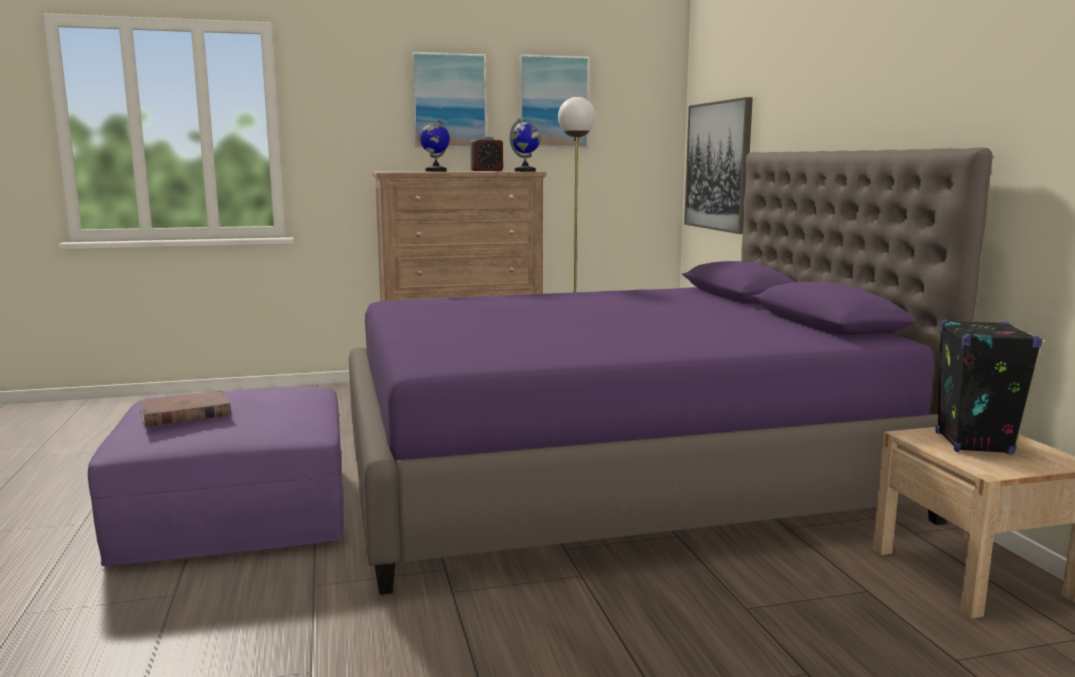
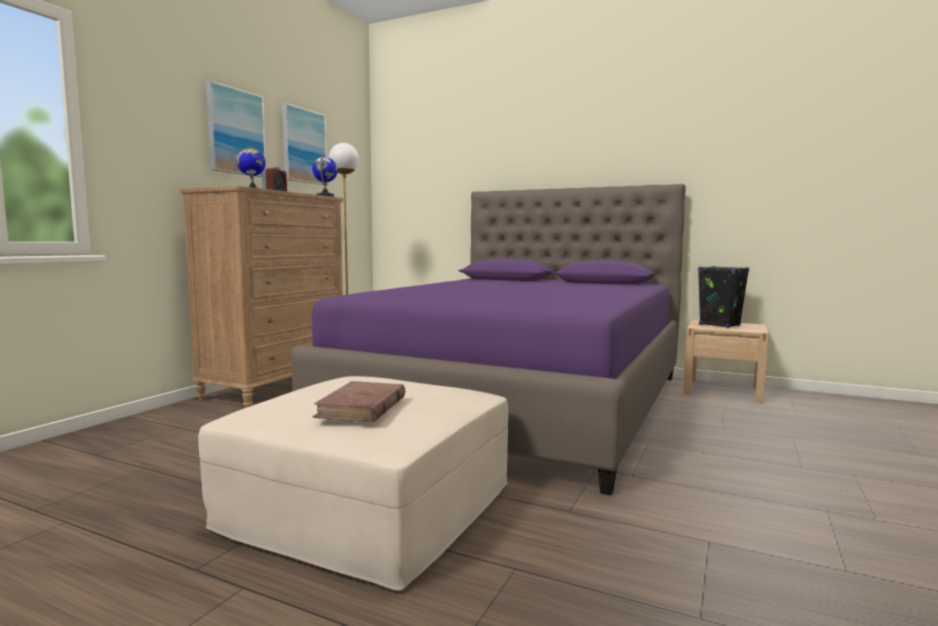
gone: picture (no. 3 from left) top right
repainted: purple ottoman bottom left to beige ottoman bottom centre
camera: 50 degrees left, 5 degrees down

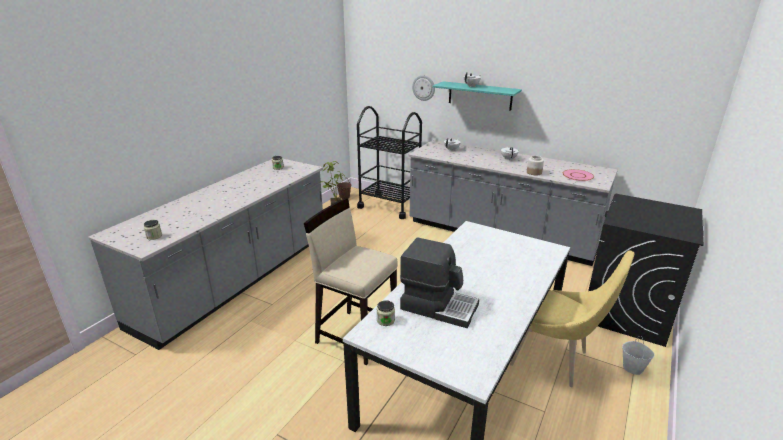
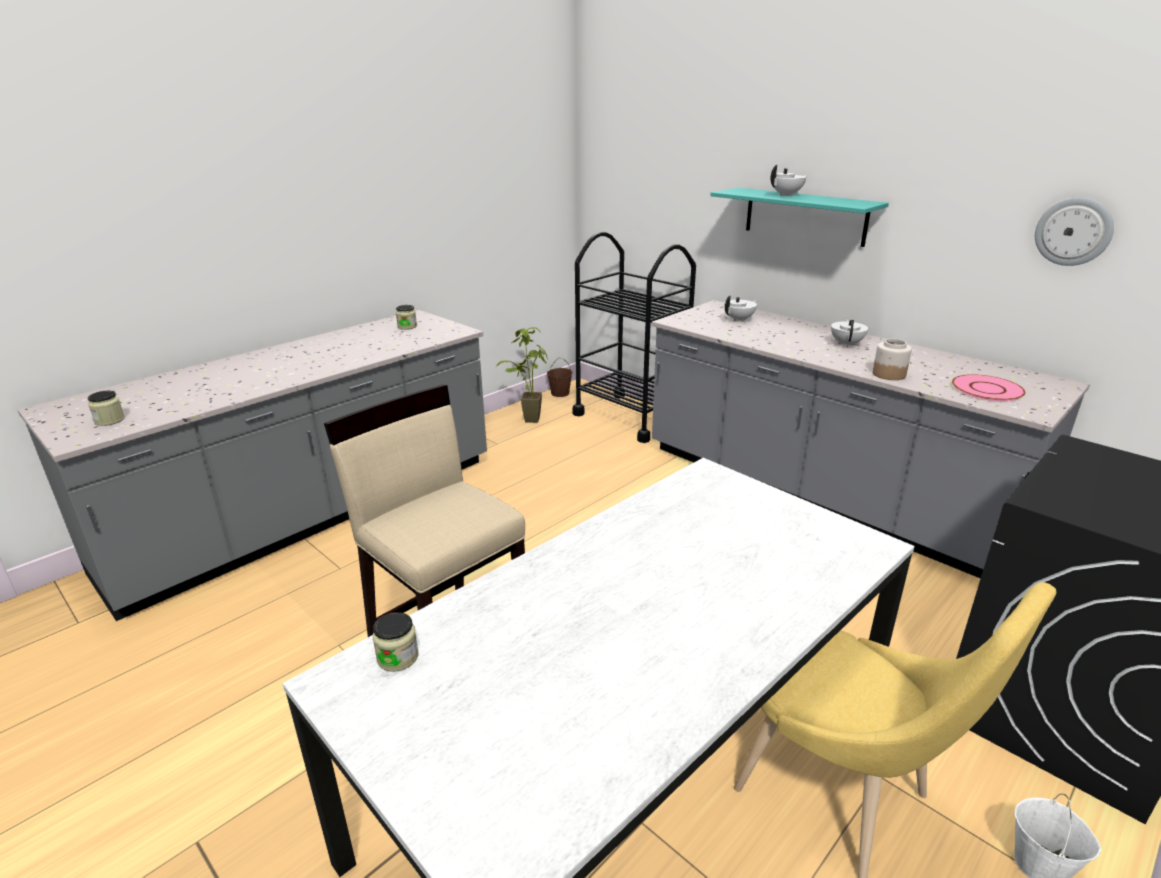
gone: coffee machine centre
shifted: wall clock top centre to top right
camera: 15 degrees right, 0 degrees up

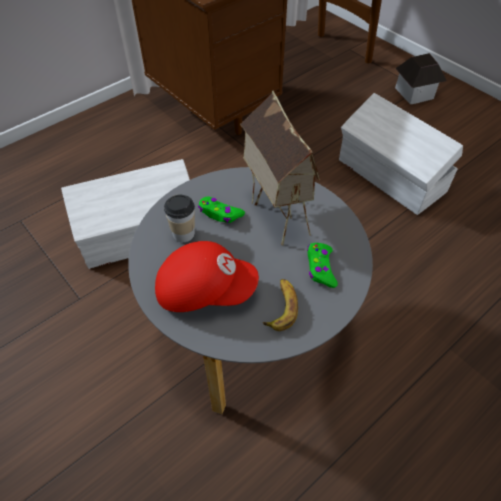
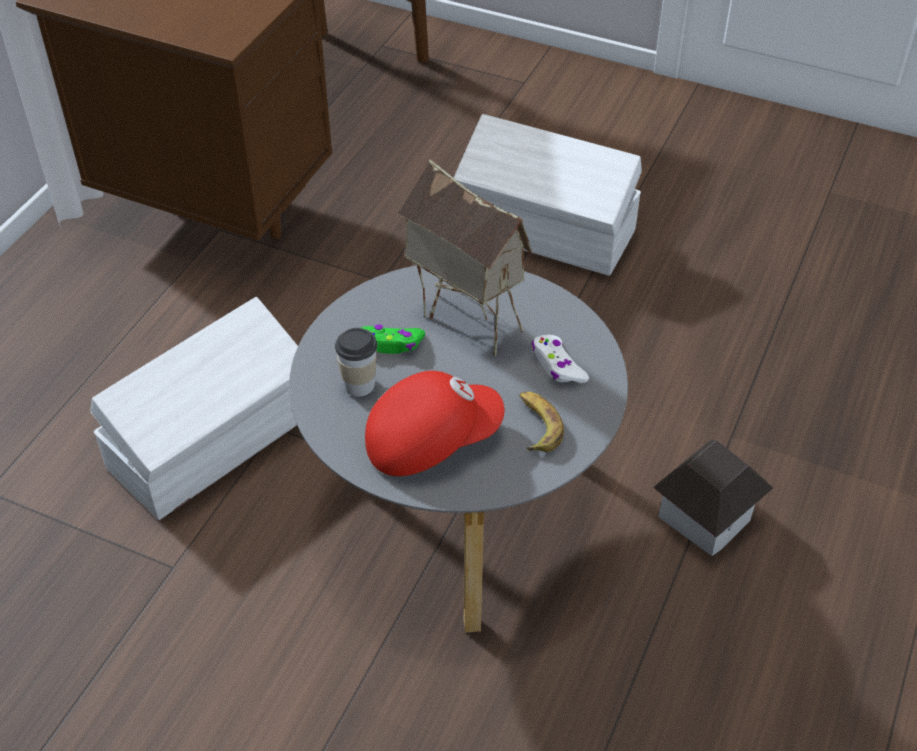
shifted: toy house (no. 2 from left) top right to middle right
repainted: green game controller (no. 2 from left) centre to white game controller centre
camera: 25 degrees left, 5 degrees down

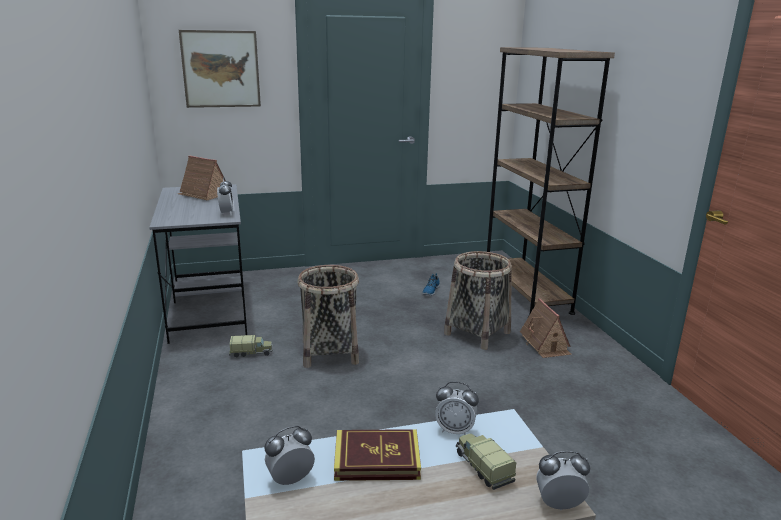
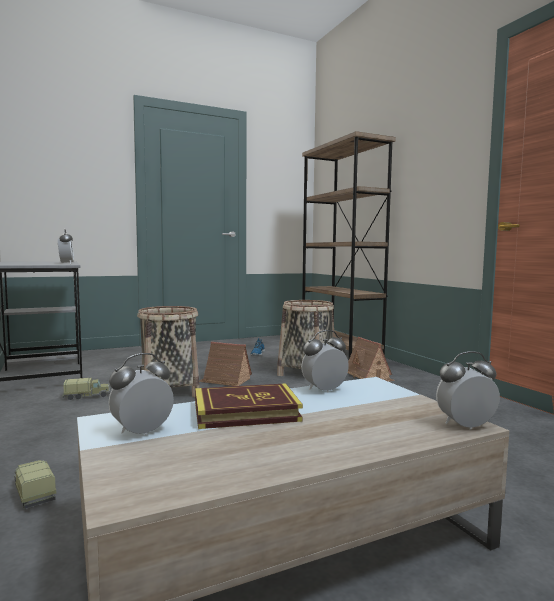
gone: picture top left
shifted: toy house (no. 1 from left) middle left to centre; toy truck (no. 2 from left in the first image) bottom centre to toy truck (no. 1 from left) bottom left
rotated: alarm clock (no. 3 from left) bottom centre = centre 150 degrees clockwise
camera: 10 degrees left, 15 degrees down

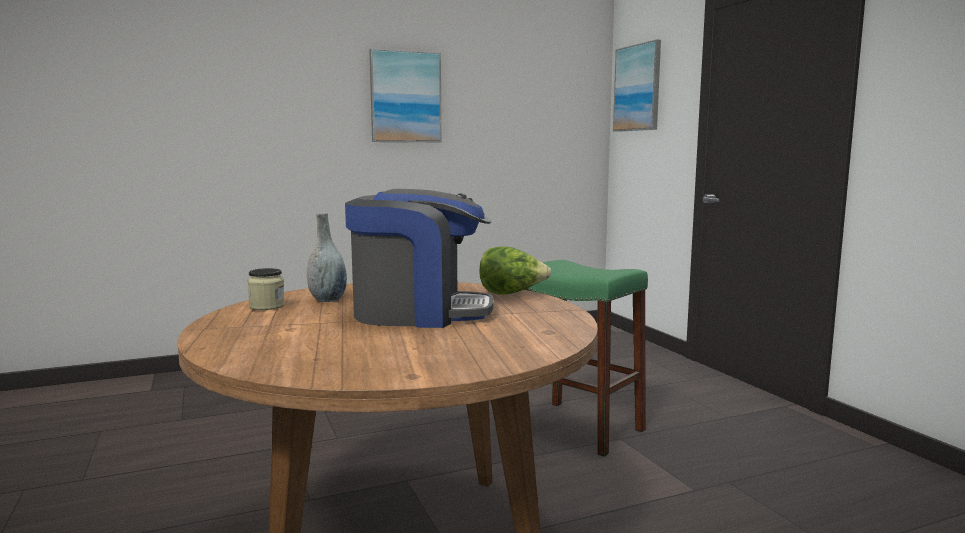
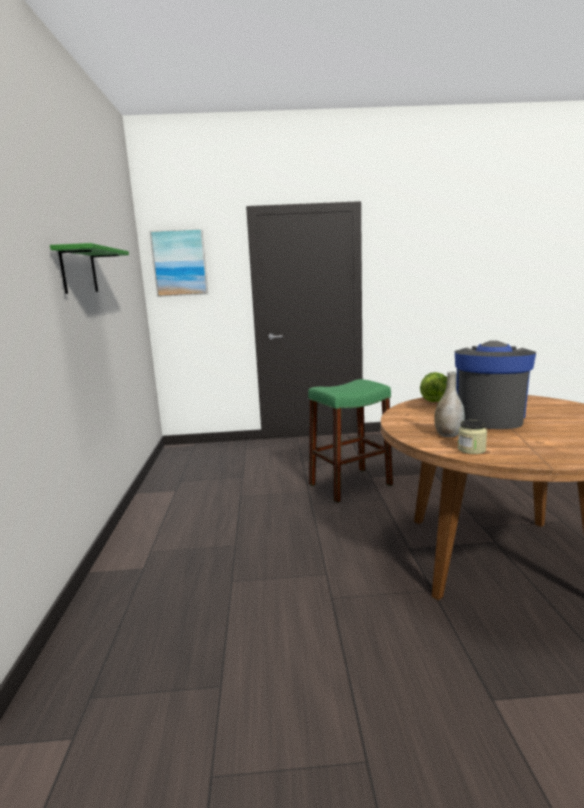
swapped: picture (no. 1 from left) top centre to green shelf top left
camera: 70 degrees left, 5 degrees up

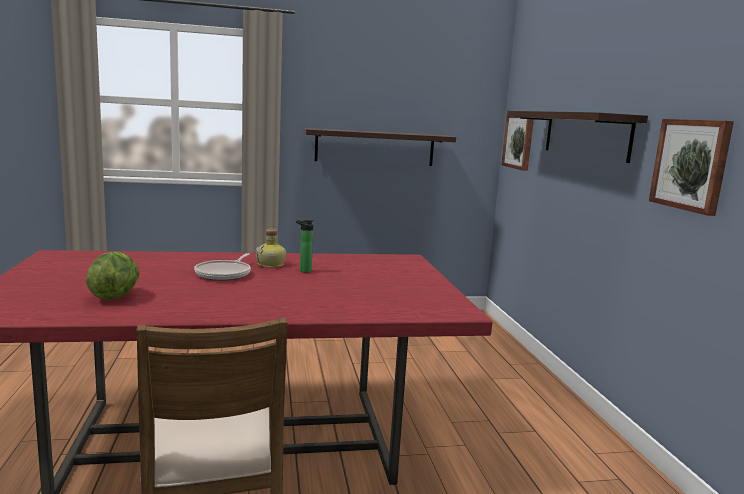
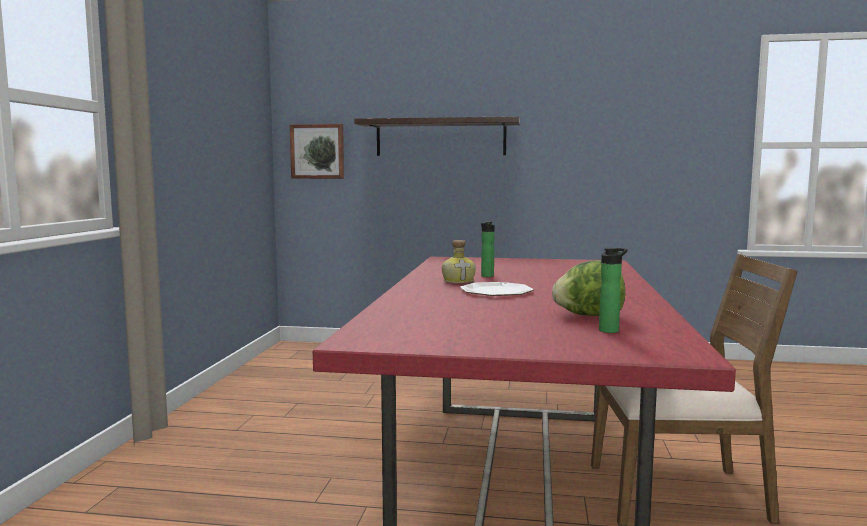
gone: picture (no. 2 from left) middle right; shelf (no. 1 from left) top centre
new: bottle (no. 3 from left) middle right
swapped: frying pan middle left to plate centre
camera: 70 degrees left, 5 degrees down

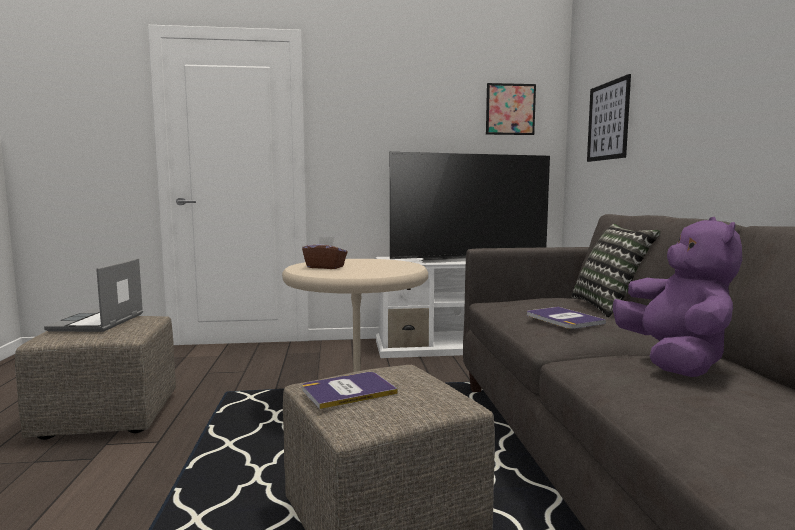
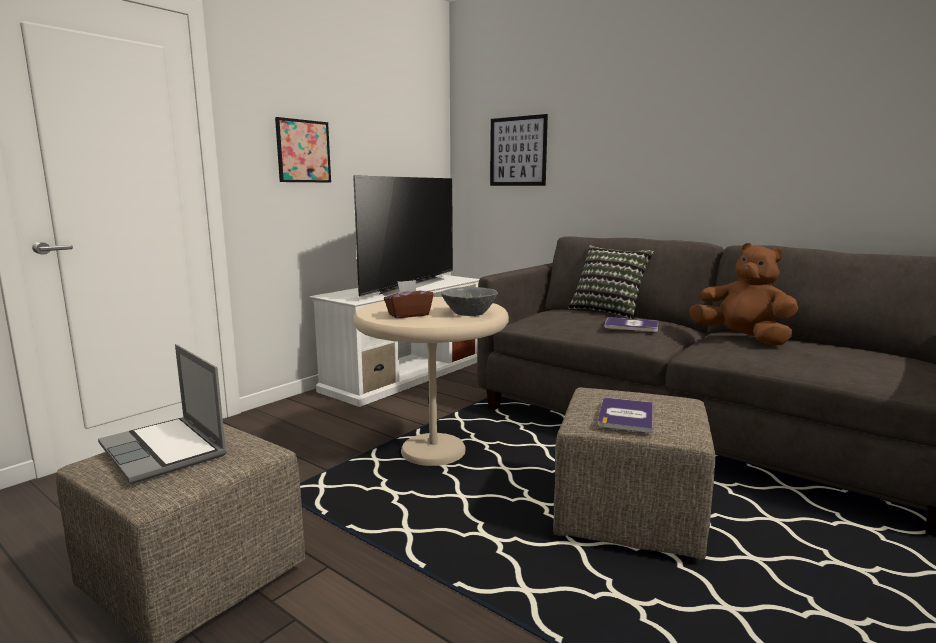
new: grey bowl centre
shifted: picture (no. 1 from left) top centre to top left
repainted: purple plush toy middle right to brown plush toy middle right
camera: 45 degrees left, 5 degrees up

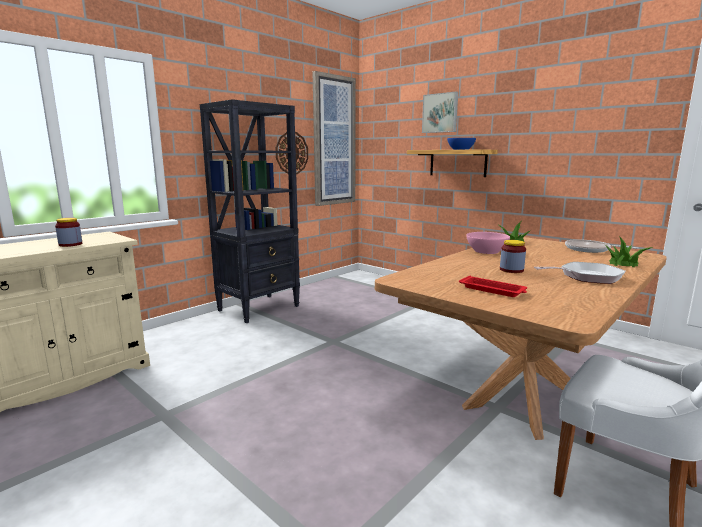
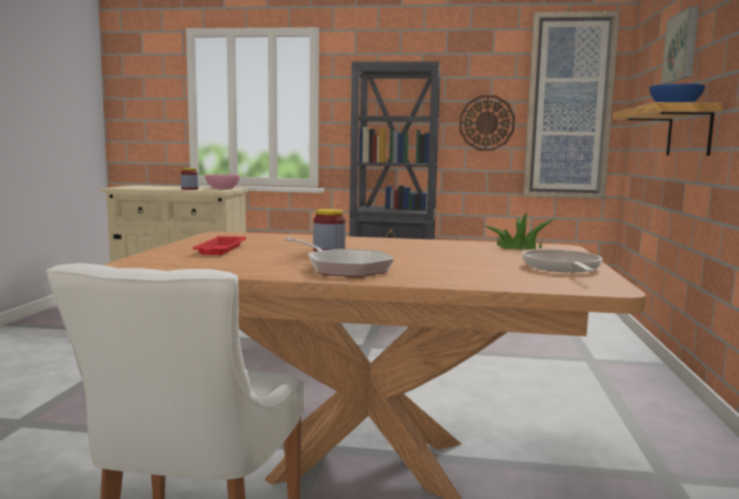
gone: potted plant (no. 2 from left) middle right
shifted: pink bowl middle right to middle left
camera: 55 degrees right, 5 degrees down

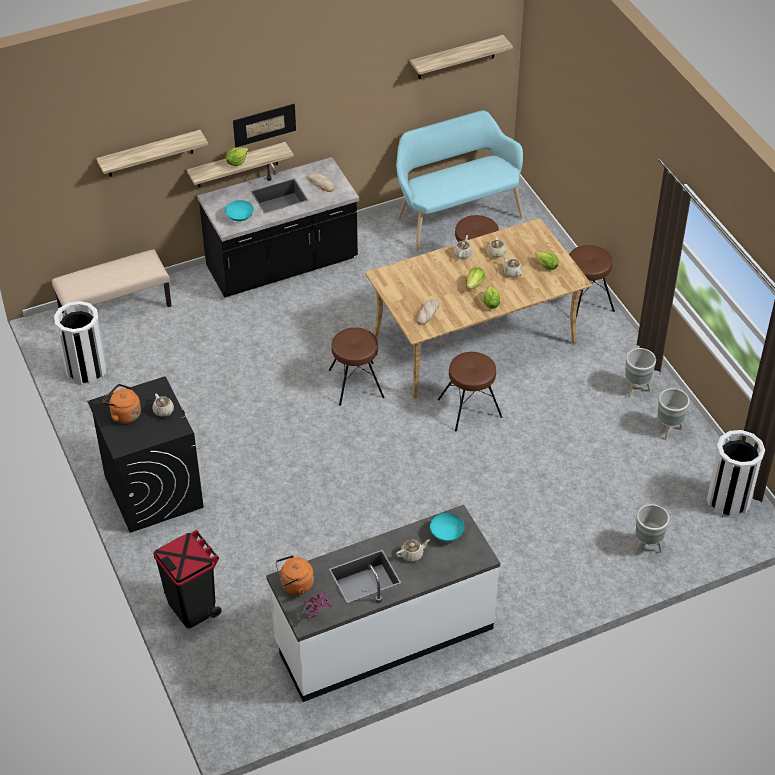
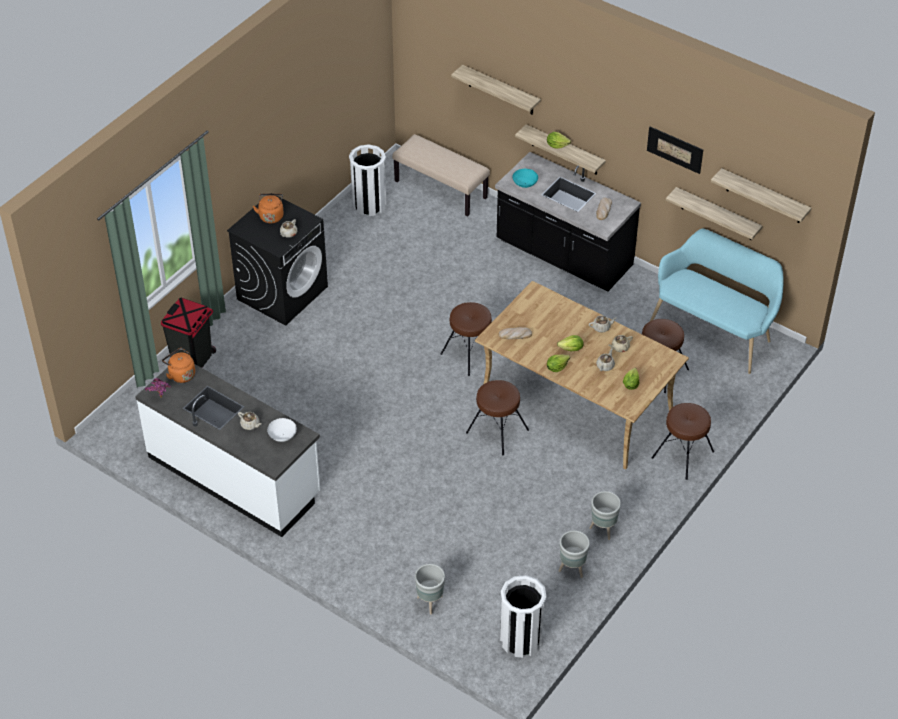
new: shelf (no. 3 from left) top right
shifted: picture top centre to top right
repainted: turquoise bowl (no. 2 from left) bottom centre to white bowl middle left
camera: 60 degrees right, 0 degrees up

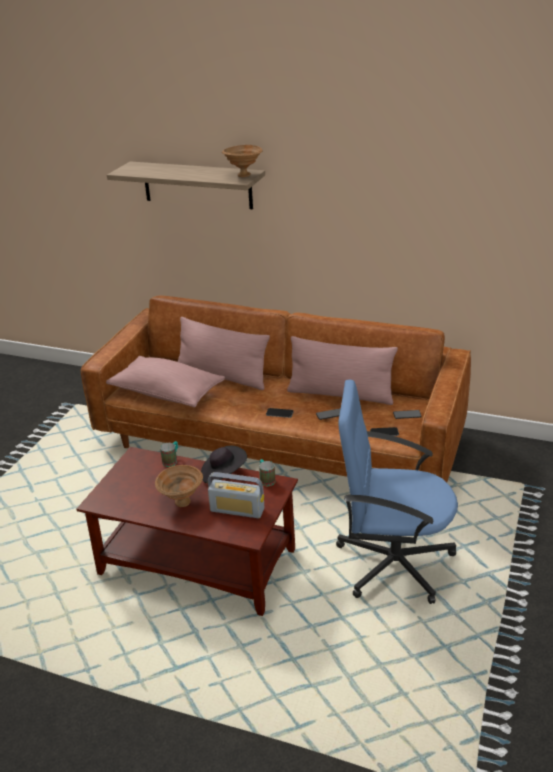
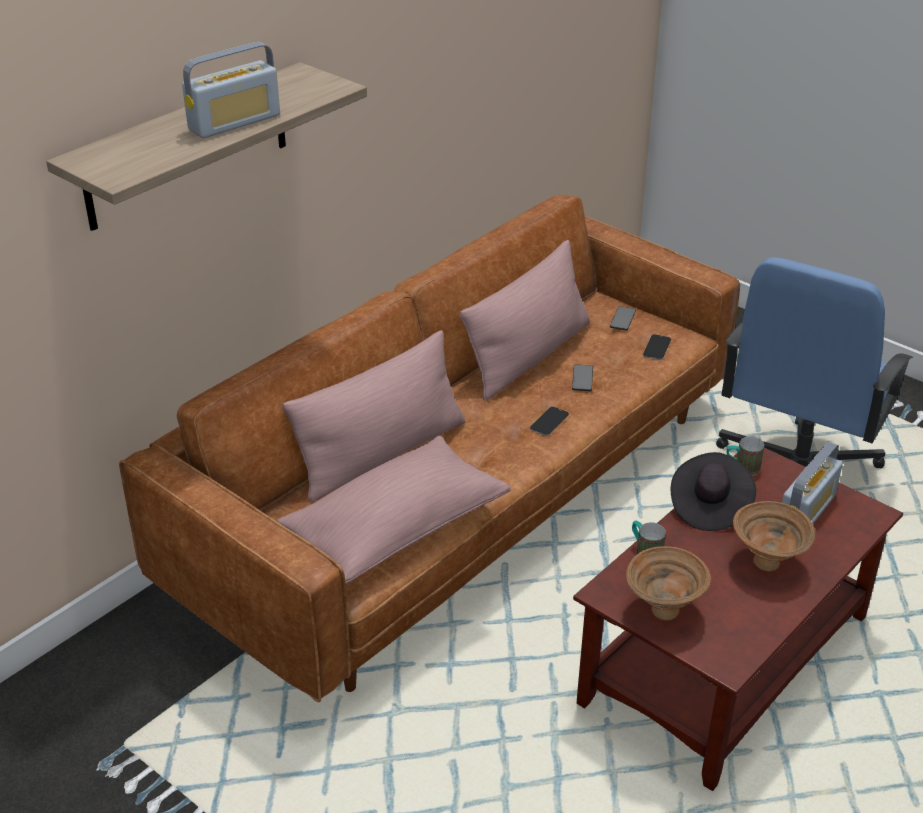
new: radio (no. 1 from left) top left
shifted: brown bowl (no. 2 from left in the first image) top centre to brown bowl (no. 1 from left) bottom right
camera: 70 degrees left, 5 degrees up

